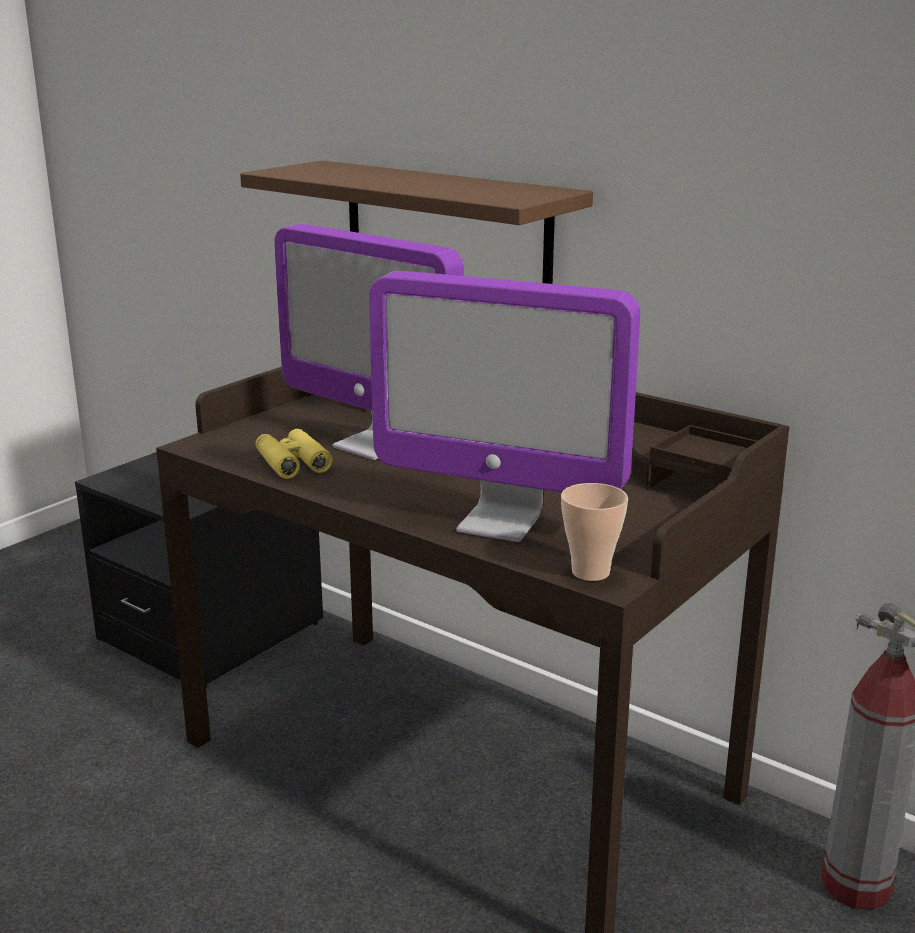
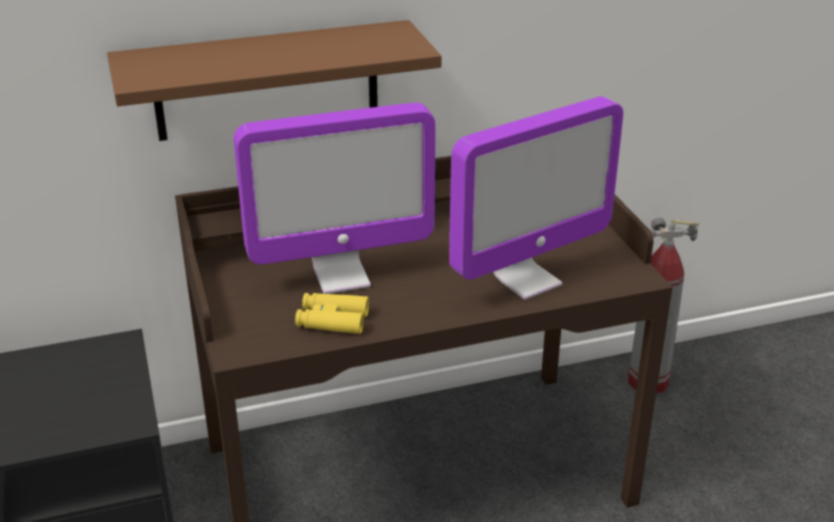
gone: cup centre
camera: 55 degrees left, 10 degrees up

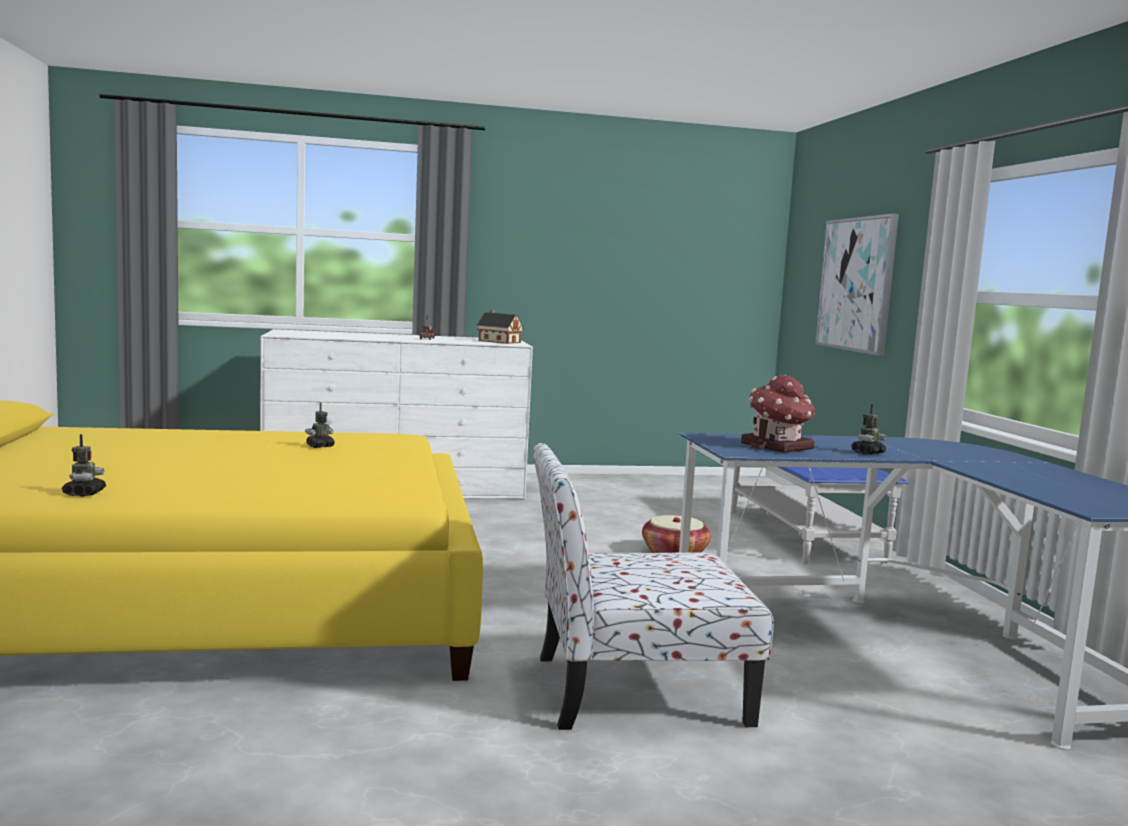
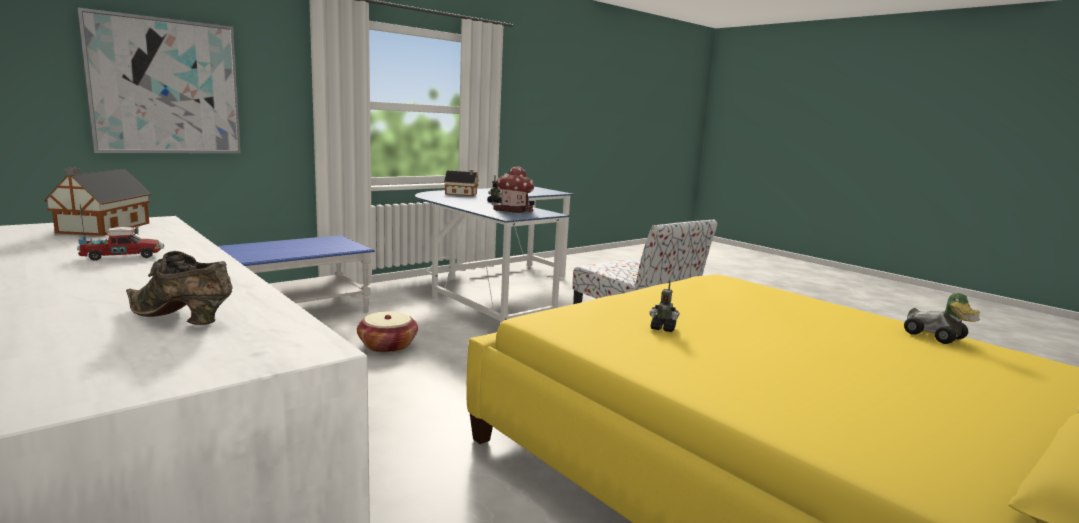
new: toy house (no. 2 from left) centre; brown shoe middle left
swapped: toy robot (no. 1 from left) middle left to toy car middle right
camera: 120 degrees left, 5 degrees up

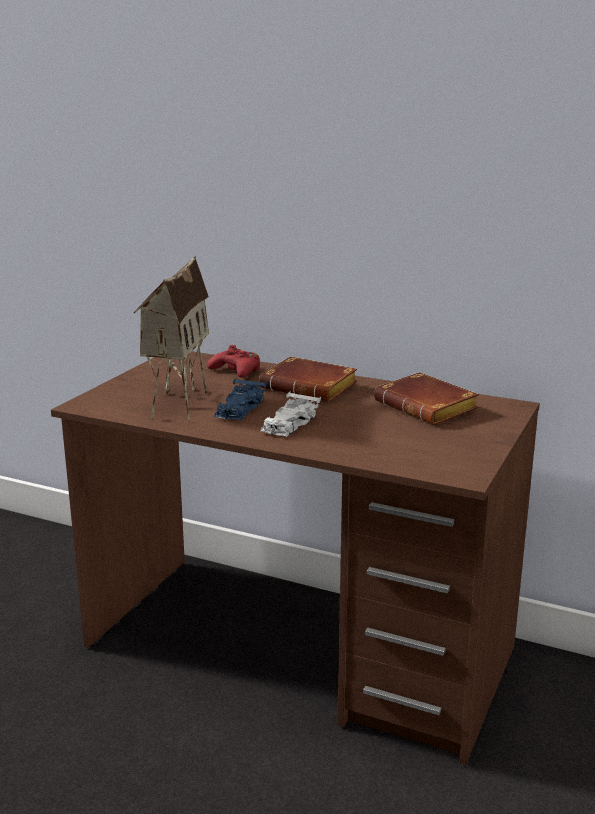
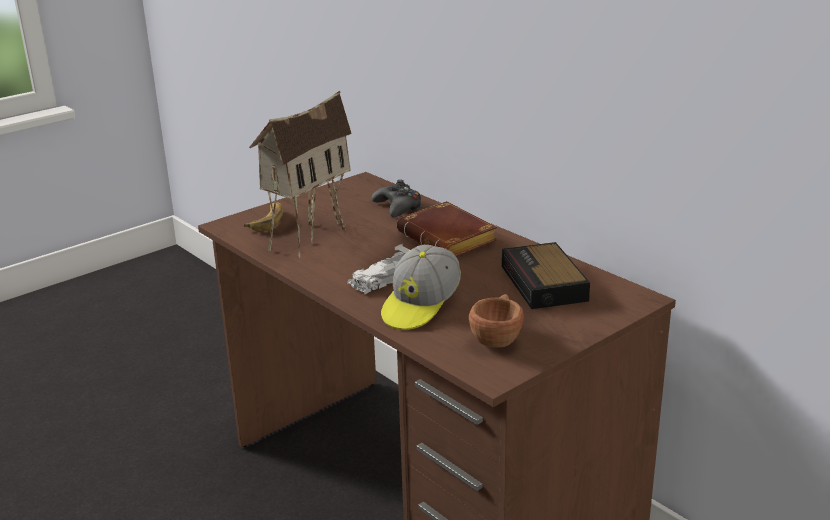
gone: blue toy car centre
new: banana middle left; cap centre; brown cup centre
swapped: brown book (no. 2 from left) middle right to alarm clock centre
repainted: red game controller centre to black game controller centre
camera: 25 degrees right, 5 degrees up

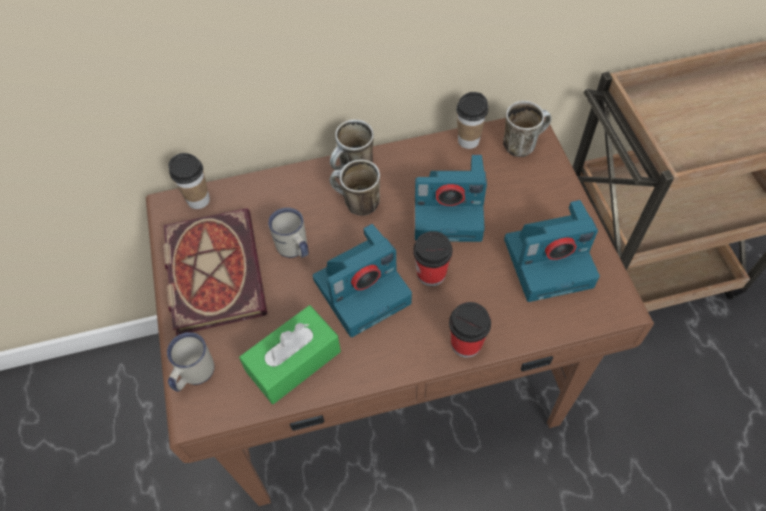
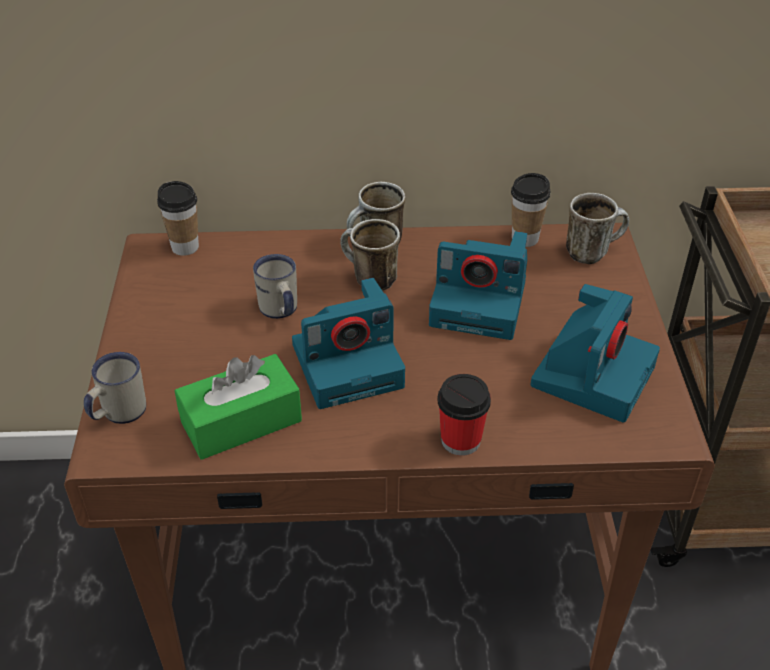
gone: book middle left; cup (no. 2 from left) centre
rotated: photo camera (no. 3 from left) middle right = middle right 60 degrees counterclockwise
camera: 10 degrees right, 15 degrees down

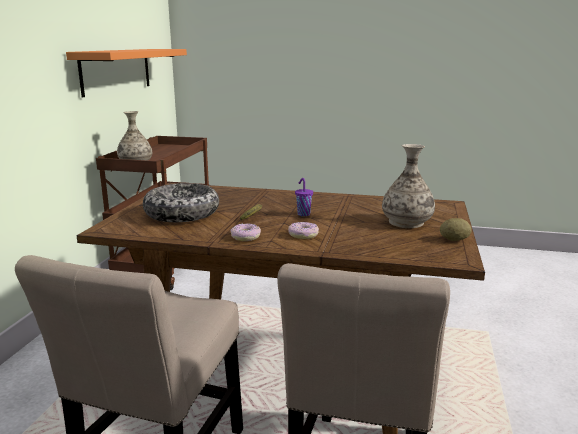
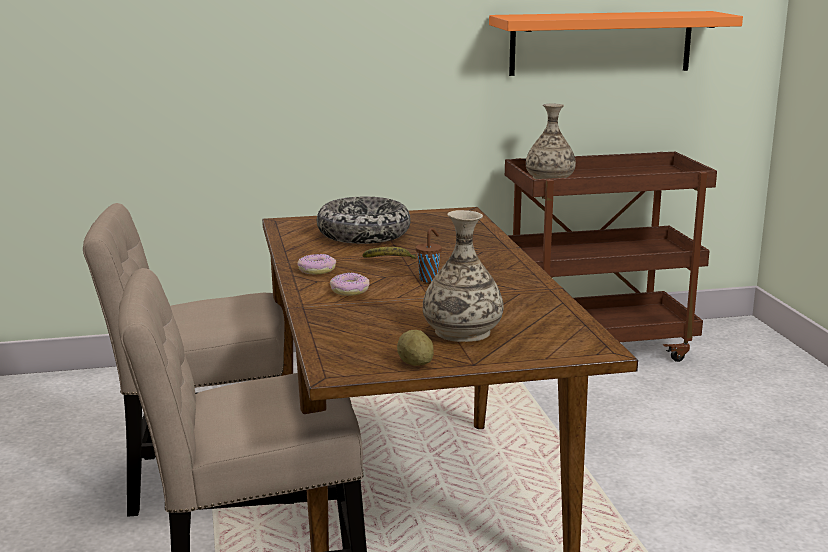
repainted: purple cup centre to brown cup centre
camera: 65 degrees right, 0 degrees up

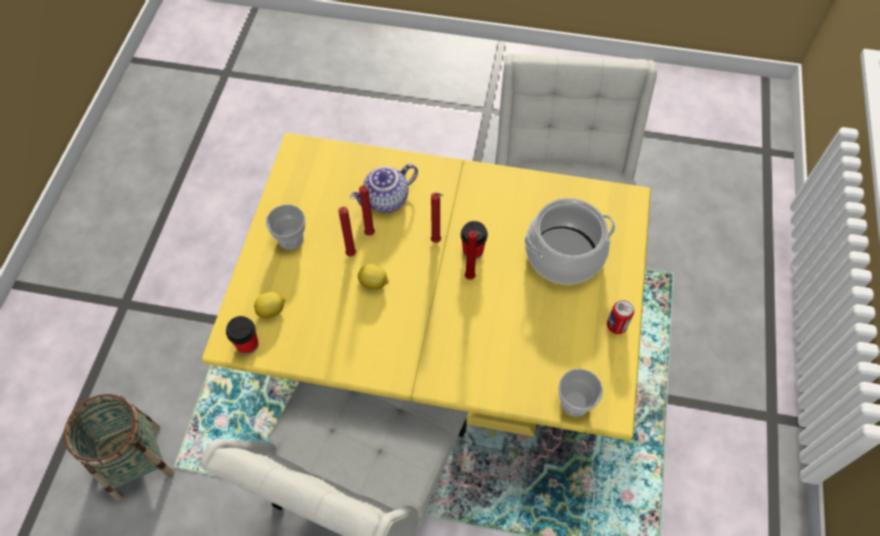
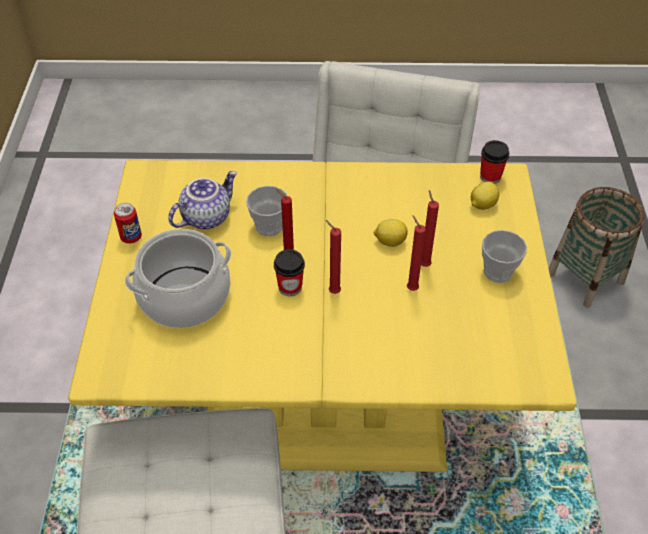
shifted: teapot centre to middle left; cup (no. 4 from left in the first image) bottom centre to cup (no. 1 from left) centre
camera: 170 degrees right, 10 degrees down

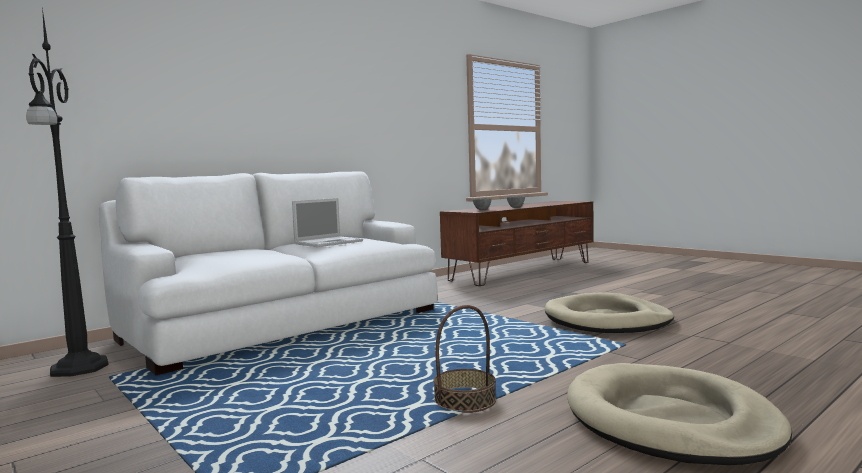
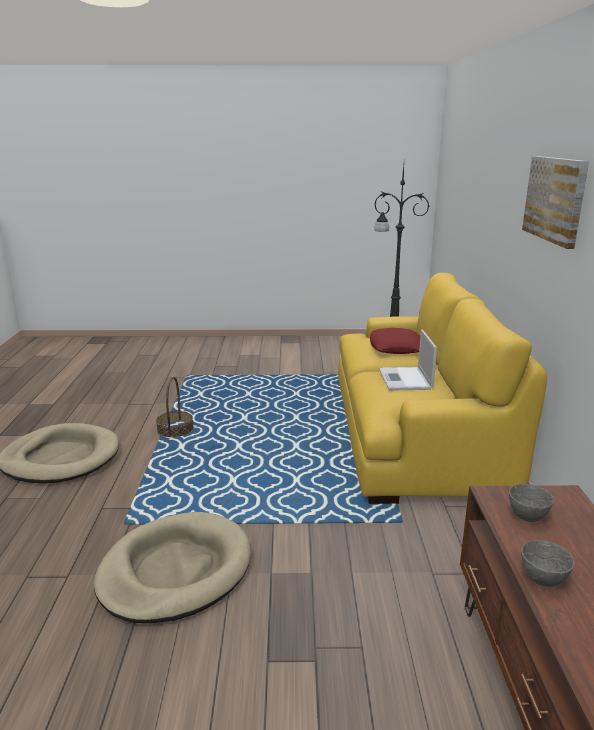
new: picture top right; red pillow centre
repainted: white sofa middle left to yellow sofa middle right
camera: 130 degrees right, 15 degrees up

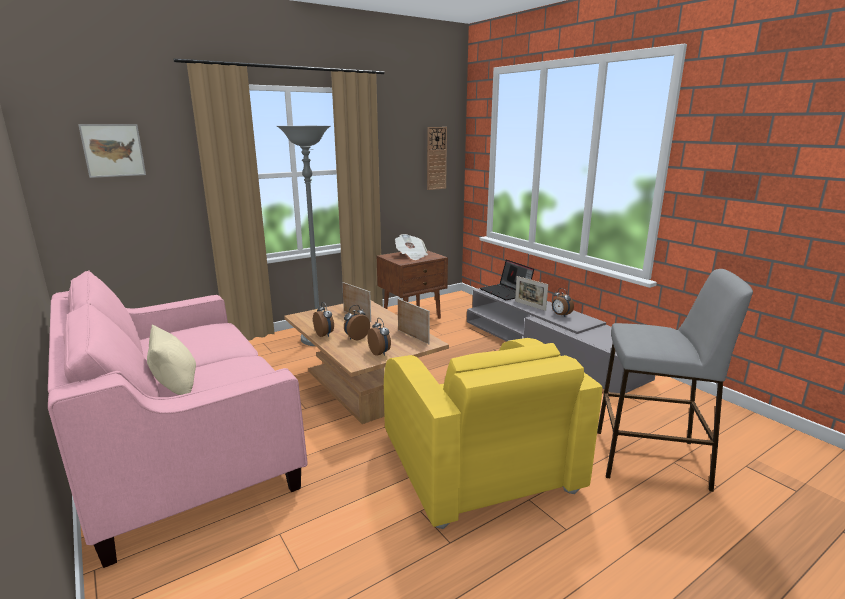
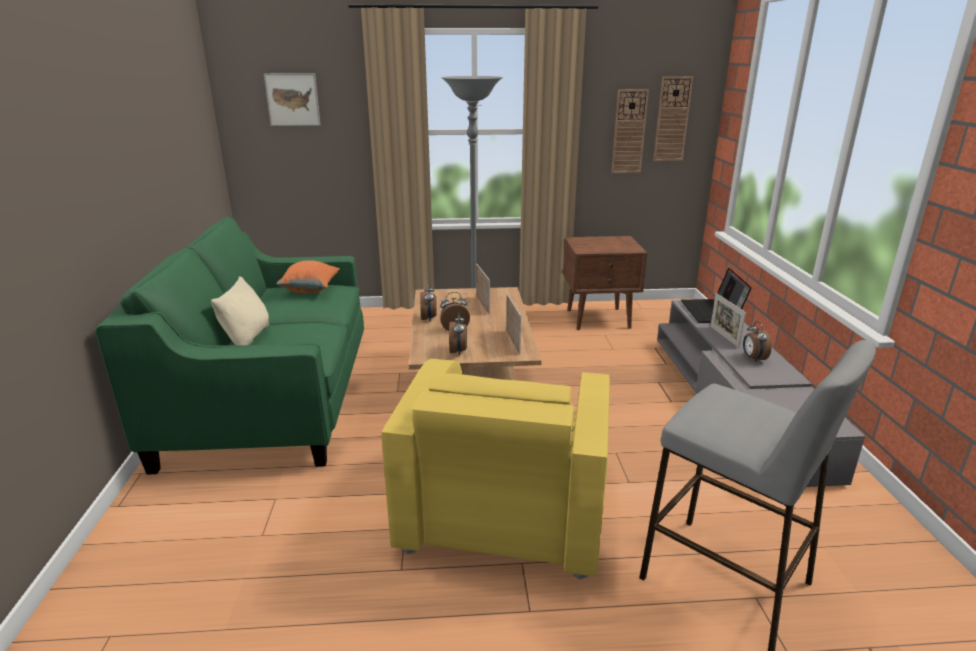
gone: newspaper centre
new: wall clock (no. 1 from left) top centre; orange pillow middle left
repainted: pink sofa bottom left to green sofa middle left
camera: 30 degrees right, 5 degrees up

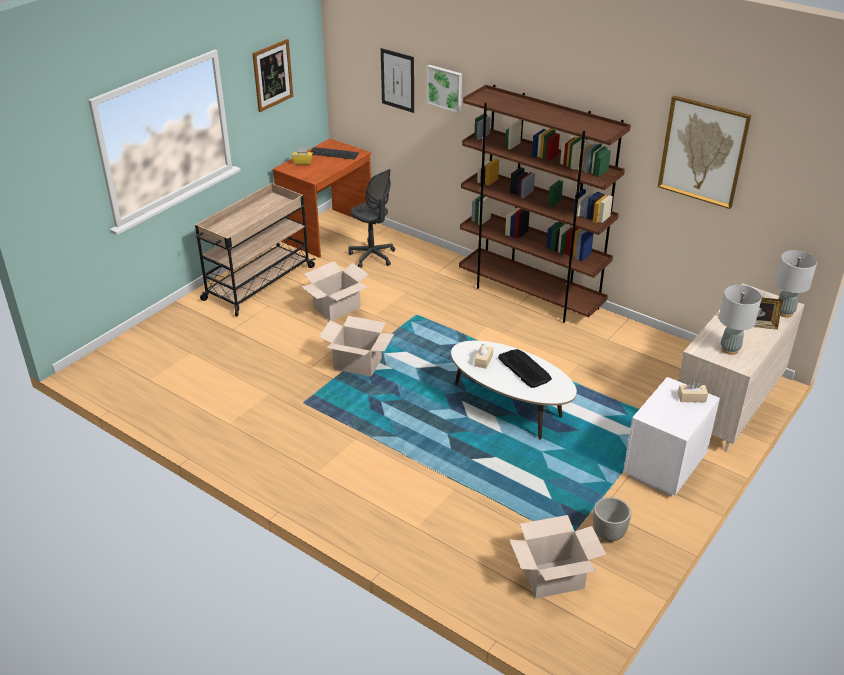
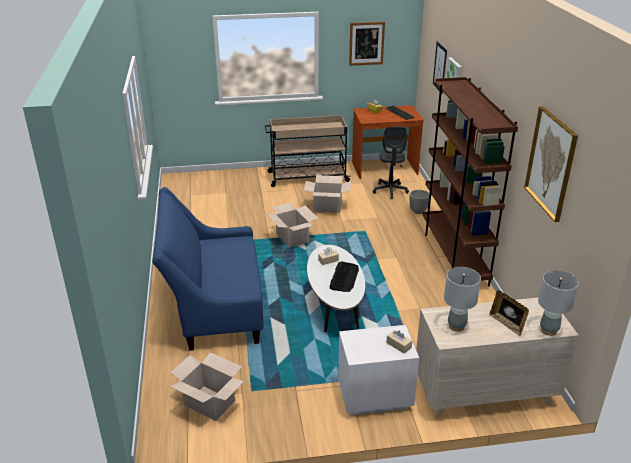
new: blue sofa middle left
shifted: planter bottom right to centre
camera: 45 degrees right, 5 degrees down

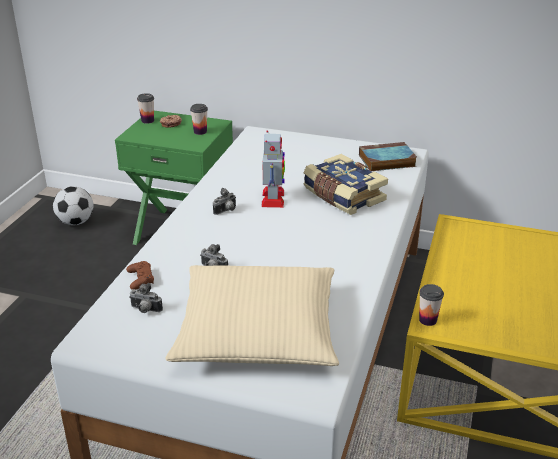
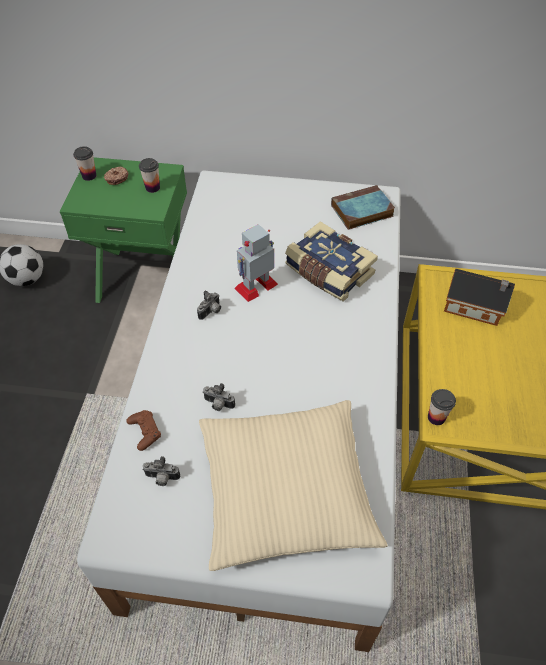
new: toy house middle right
rotated: toy robot centre = centre 120 degrees counterclockwise
camera: 10 degrees left, 20 degrees up

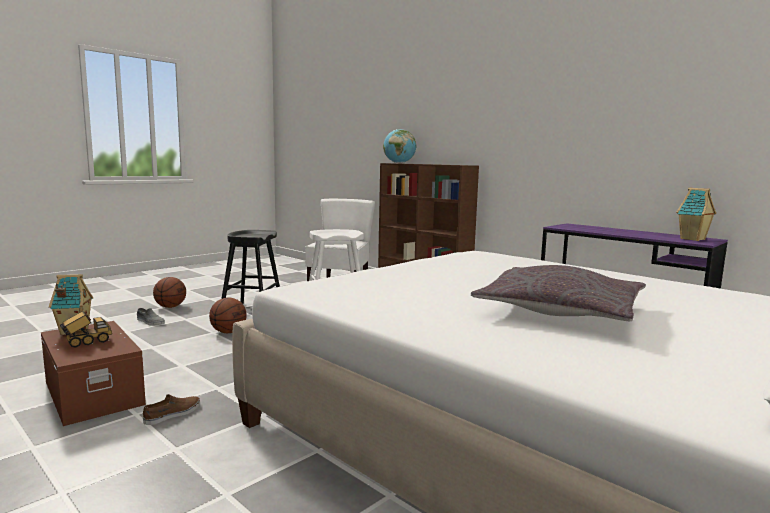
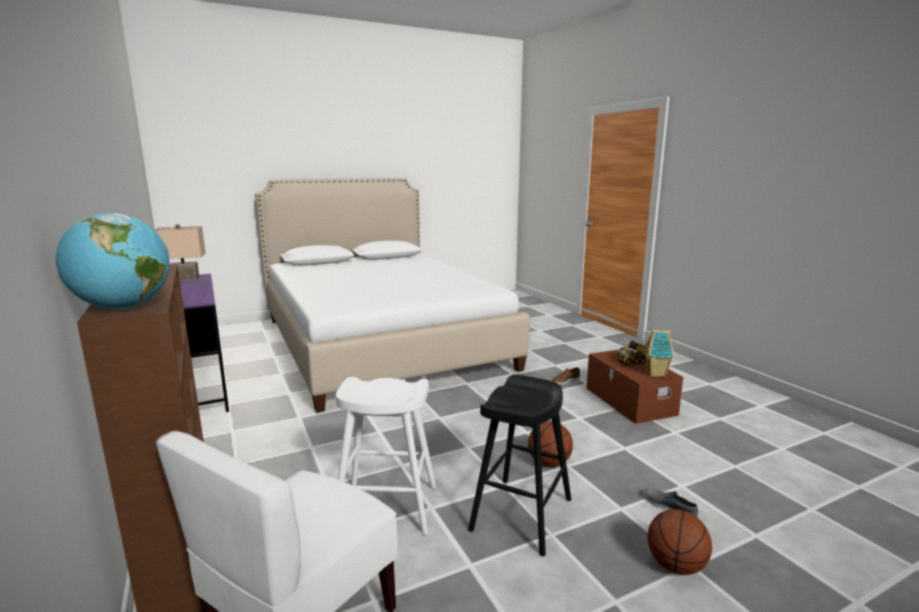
gone: grey pillow middle right
swapped: toy house (no. 2 from left) middle right to beige table lamp middle left
camera: 160 degrees left, 5 degrees up

